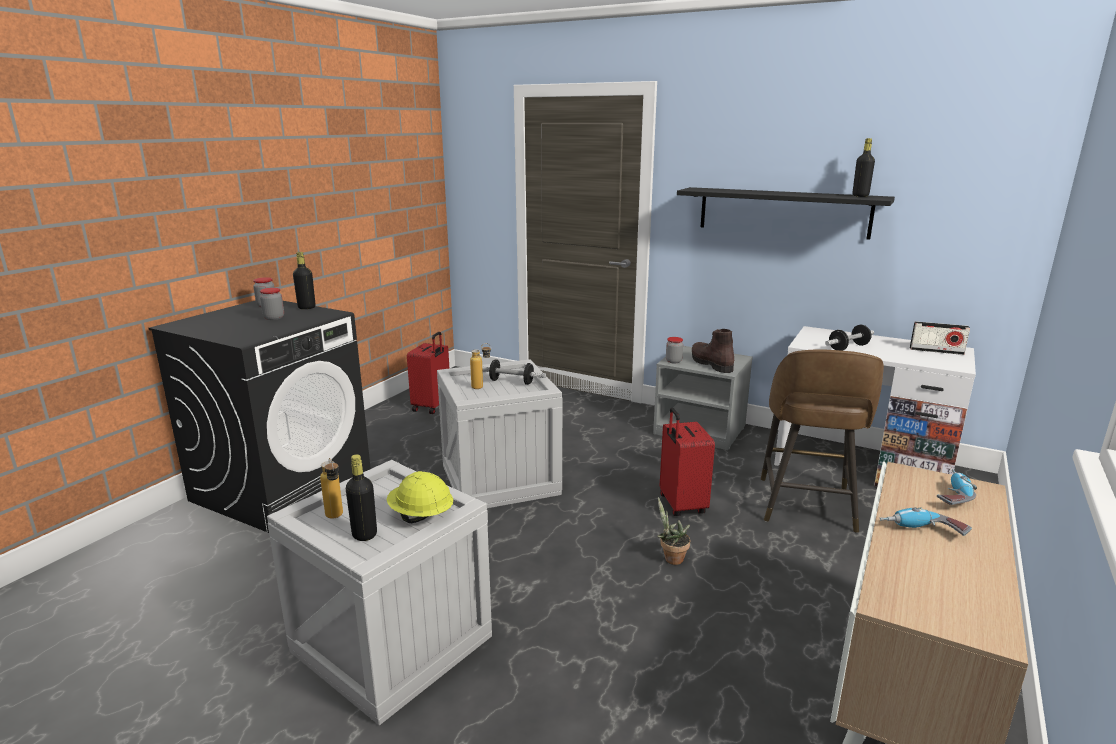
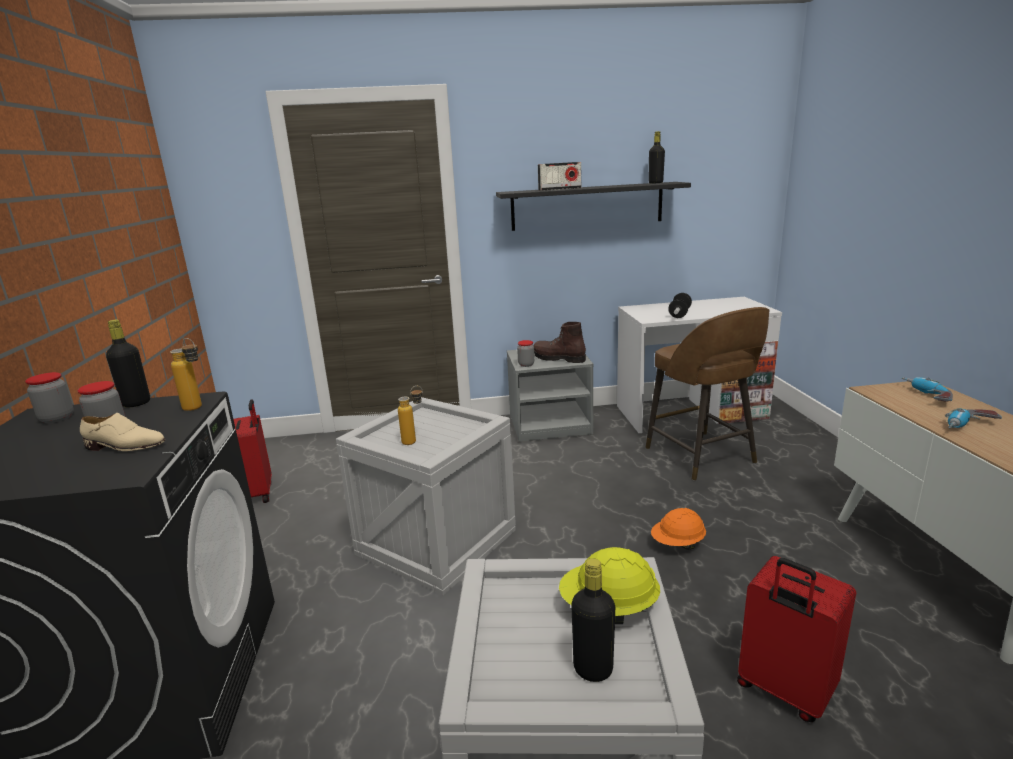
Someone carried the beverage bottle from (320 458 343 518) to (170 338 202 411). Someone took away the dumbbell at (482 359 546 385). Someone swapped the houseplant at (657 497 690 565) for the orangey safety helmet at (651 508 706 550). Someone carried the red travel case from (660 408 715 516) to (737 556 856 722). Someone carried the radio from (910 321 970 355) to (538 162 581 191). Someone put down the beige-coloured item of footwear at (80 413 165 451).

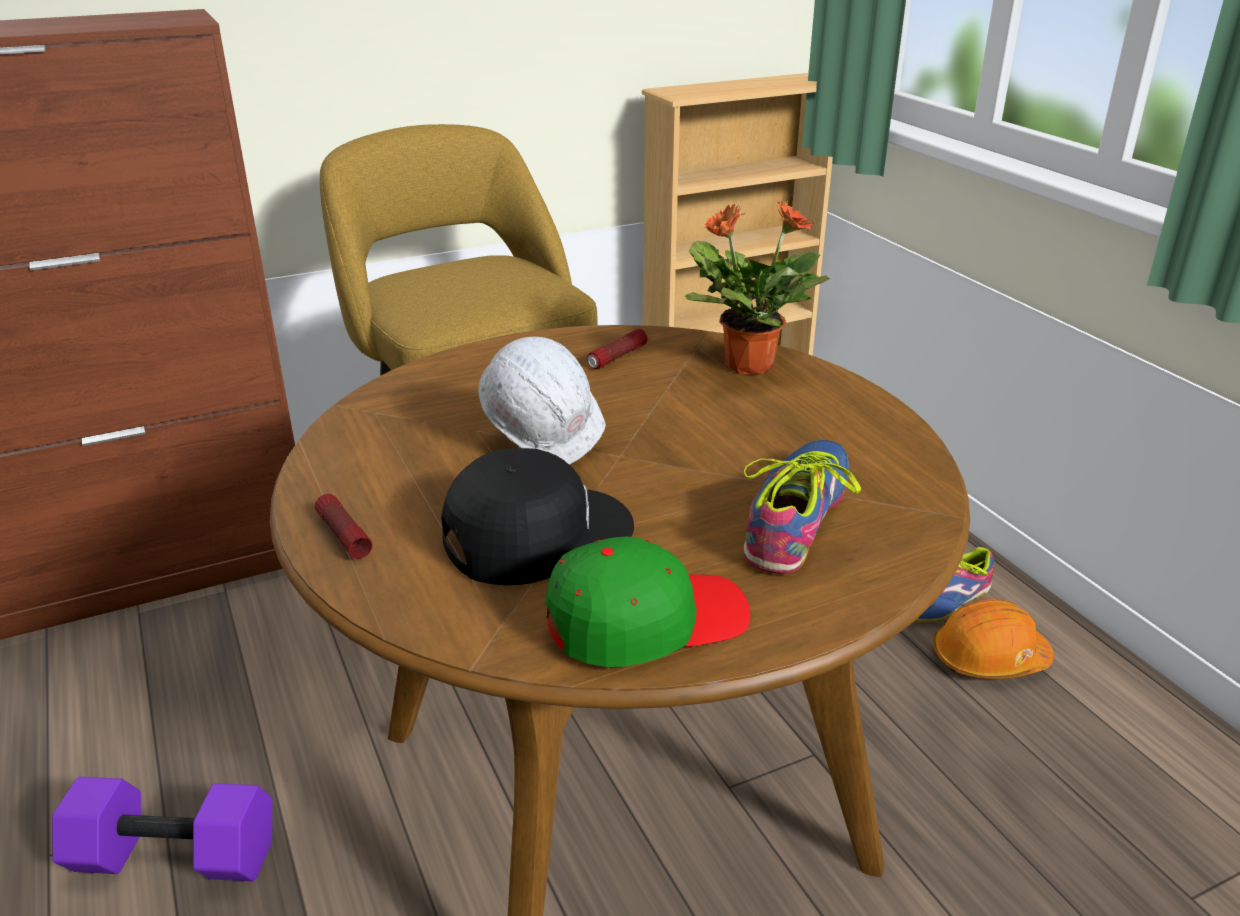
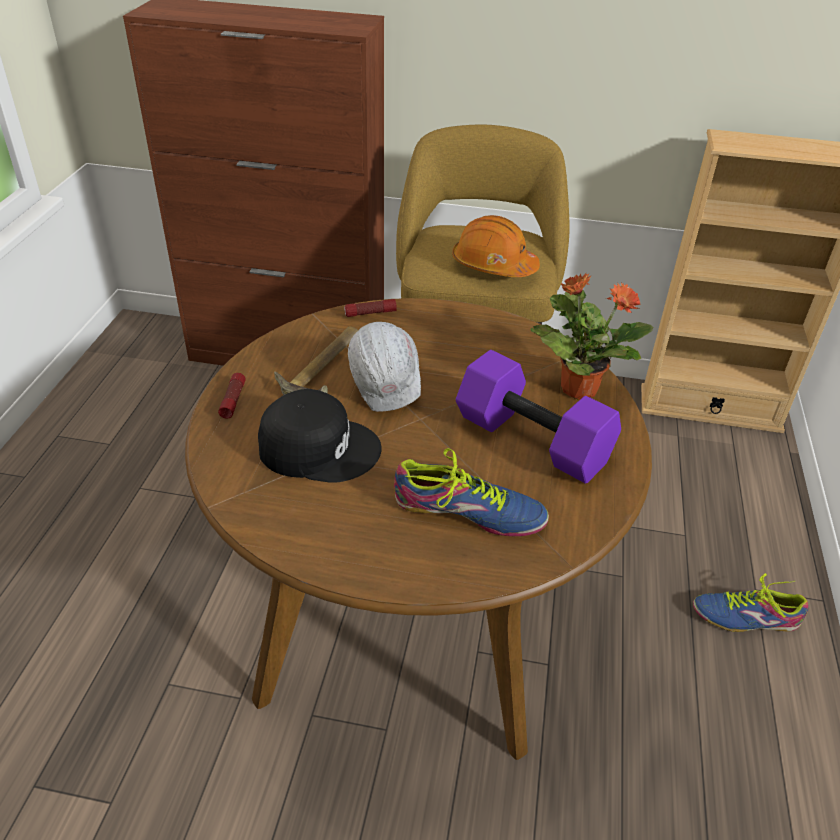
Someone carried the purple dumbbell from (52 777 272 882) to (456 350 621 484). Someone took away the green peaked cap at (546 536 750 667). Someone carried the torch from (587 329 648 369) to (344 299 397 317). Someone rotated the item of footwear at (744 440 861 574) by 45 degrees clockwise. Someone carried the orangey safety helmet from (933 598 1054 679) to (452 215 540 277). Someone put down the hand hammer at (274 327 358 395).

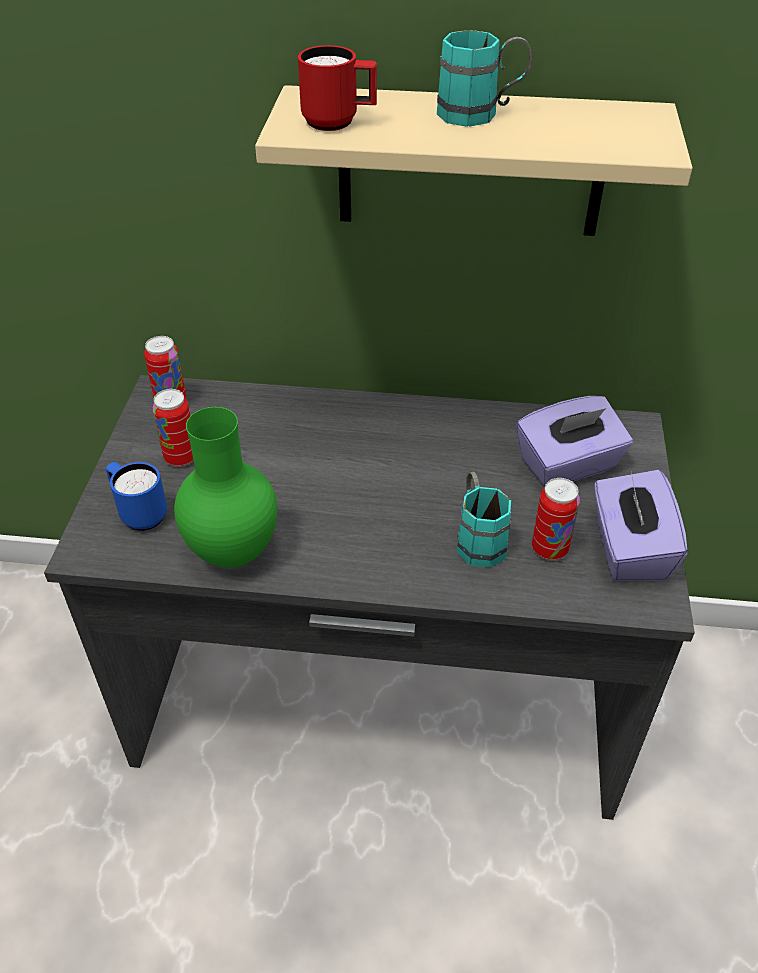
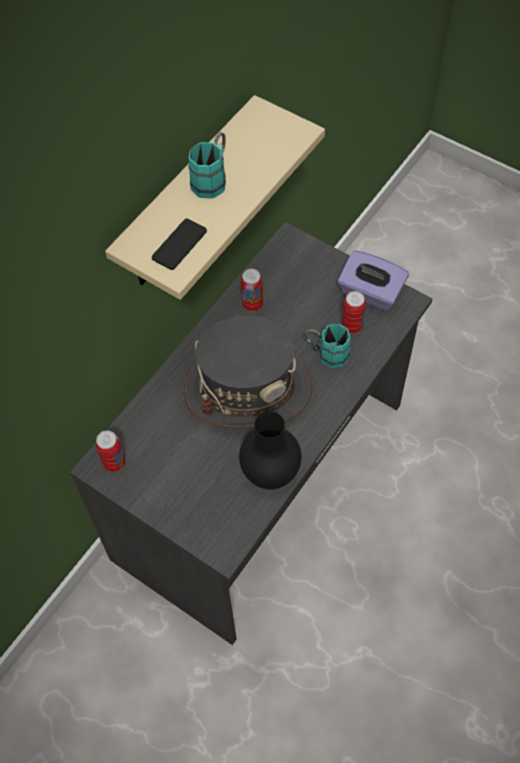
Someone took away the bluish mug at (106 462 167 531). Someone carried the can from (153 389 194 467) to (241 269 263 311). Someone repainted the green decorative vase at (174 407 278 568), which became the black decorative vase at (239 411 302 490). Someone swapped the red mug at (298 45 377 131) for the telephone at (152 218 207 270). Someone took away the purple tissue box at (517 396 633 487). Someone put down the grey wearable hat at (184 315 312 429).

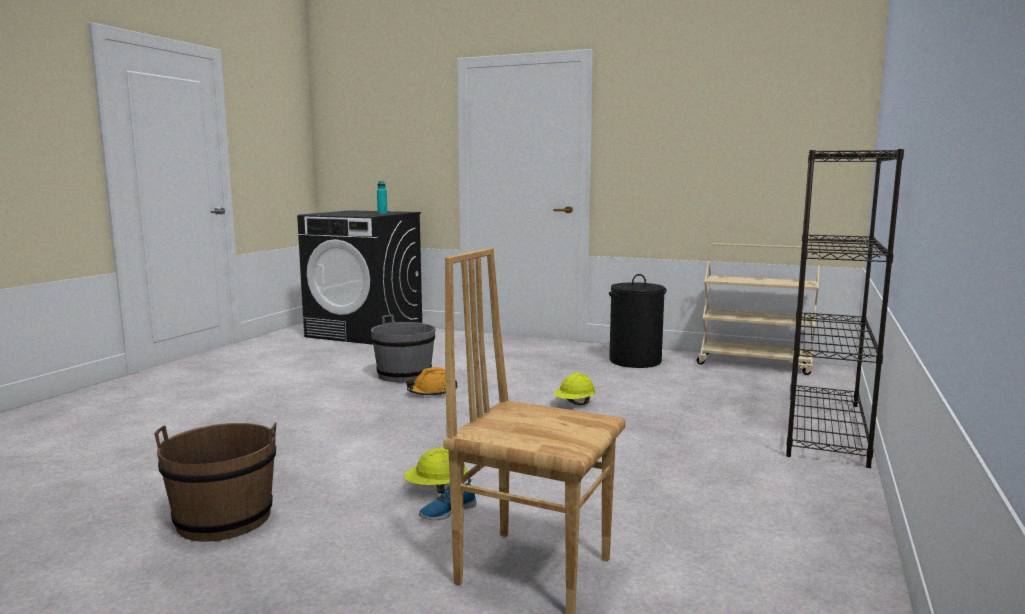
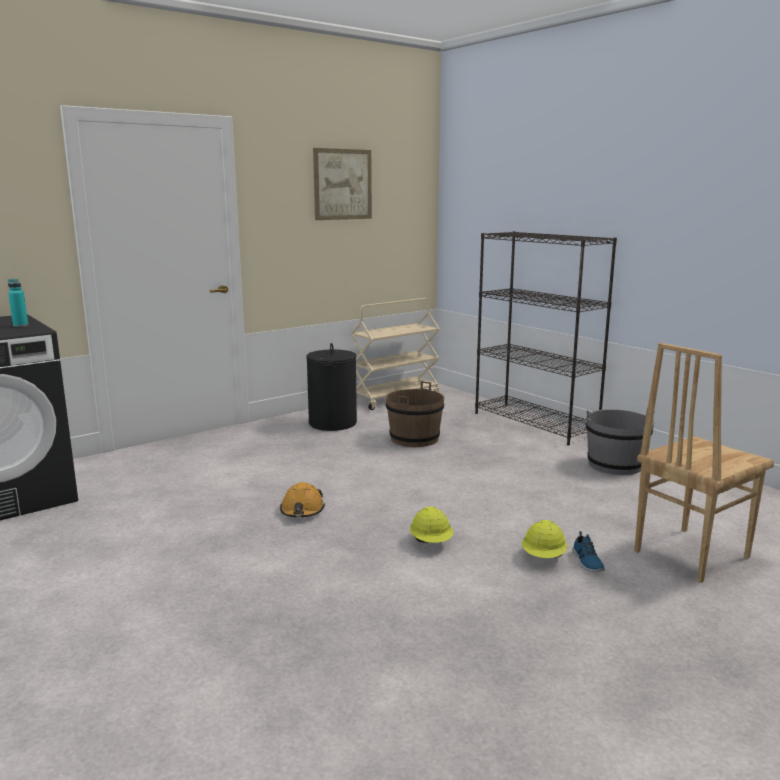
Someone carried the brown water bucket from (154 422 277 542) to (386 381 444 447). Someone carried the grey water bucket from (371 314 435 382) to (586 407 655 475). Someone carried the yellow safety helmet from (553 373 596 405) to (410 507 453 543). Someone put up the wall picture at (313 148 372 220).

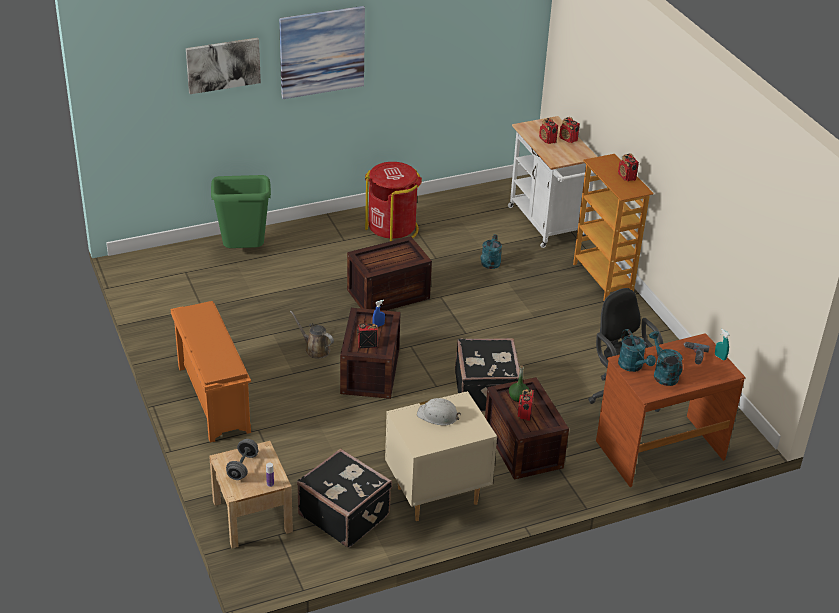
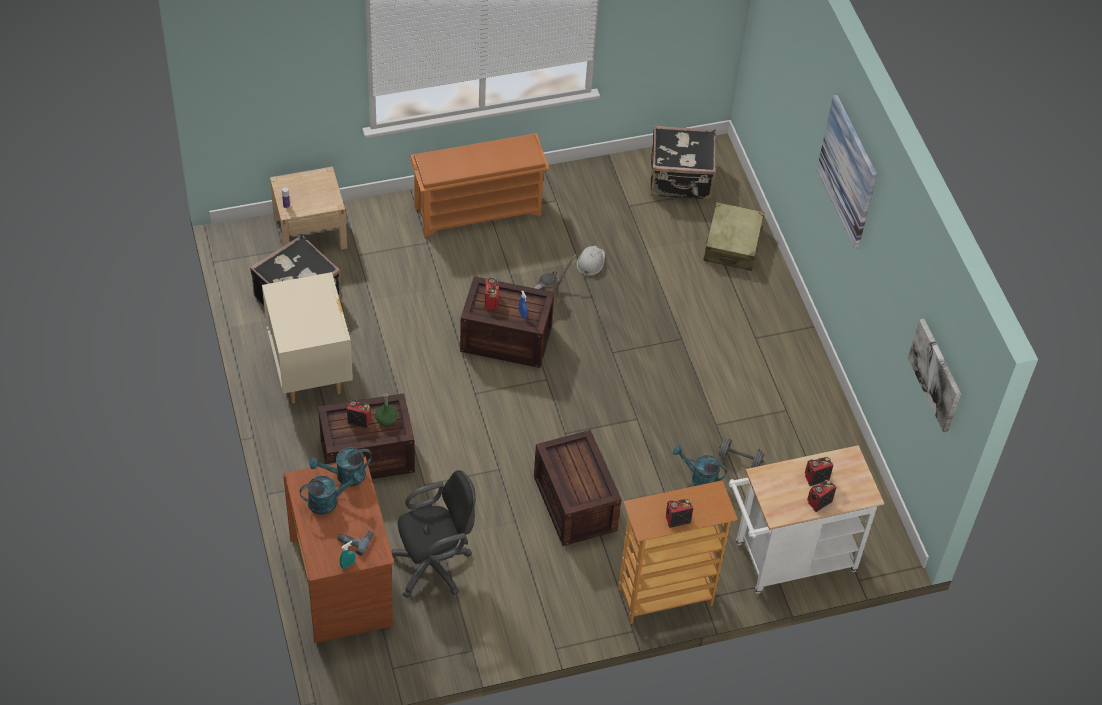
Someone carried the wall picture from (186 38 261 94) to (908 319 961 432). Someone swapped the green waste bin at (211 175 271 248) for the beige-coloured travel case at (703 202 764 271). Someone carried the grey dumbbell from (226 439 258 480) to (719 439 764 468). Someone carried the shipping crate from (347 236 432 311) to (534 430 621 546). Someone took away the red waste bin at (365 162 422 241). Someone carried the white safety helmet from (417 398 461 425) to (577 245 605 275). Someone carried the black travel case from (455 338 520 412) to (650 126 716 200).

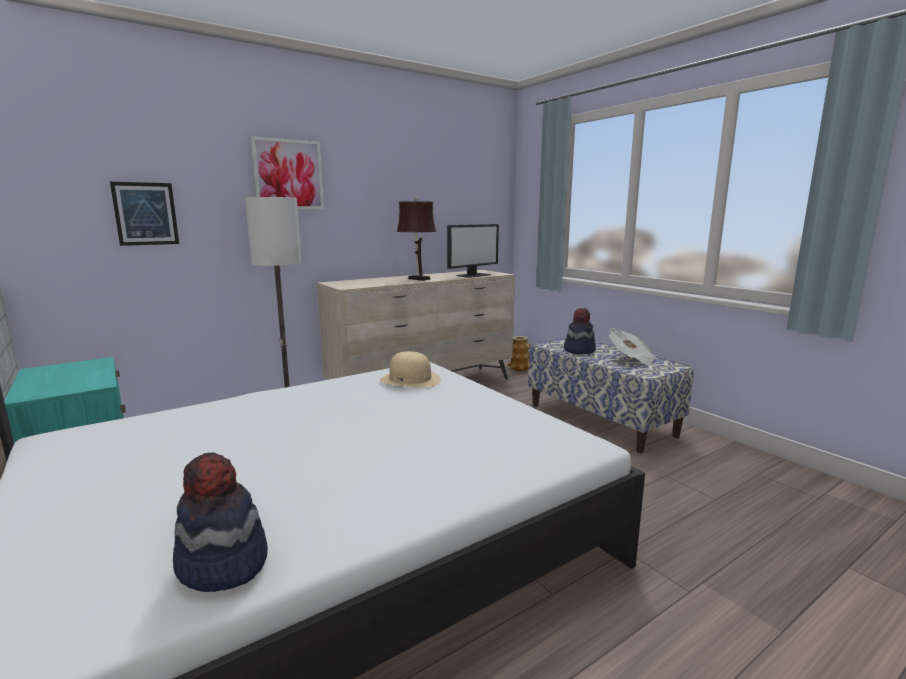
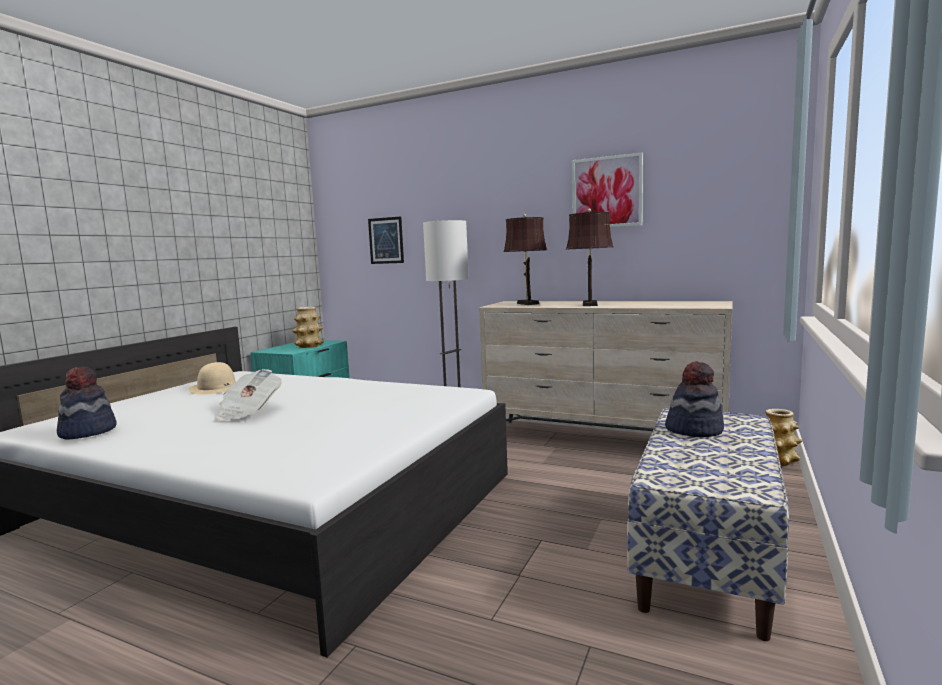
Someone carried the wall picture from (251 136 324 209) to (572 152 643 227). Someone carried the beige-coloured wearable hat from (380 351 441 388) to (188 362 237 395). Someone took away the computer screen at (447 224 499 278). Someone carried the printed paper from (609 328 656 366) to (216 369 282 420). Someone put down the decorative vase at (292 307 324 348). Someone put down the brown tabletop lamp at (504 214 547 305).

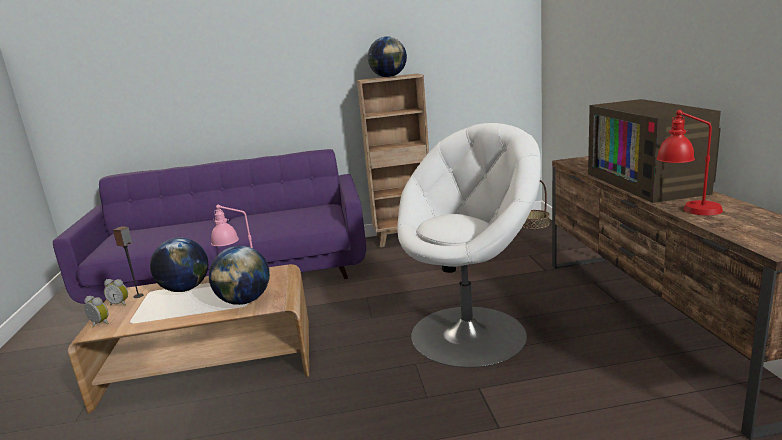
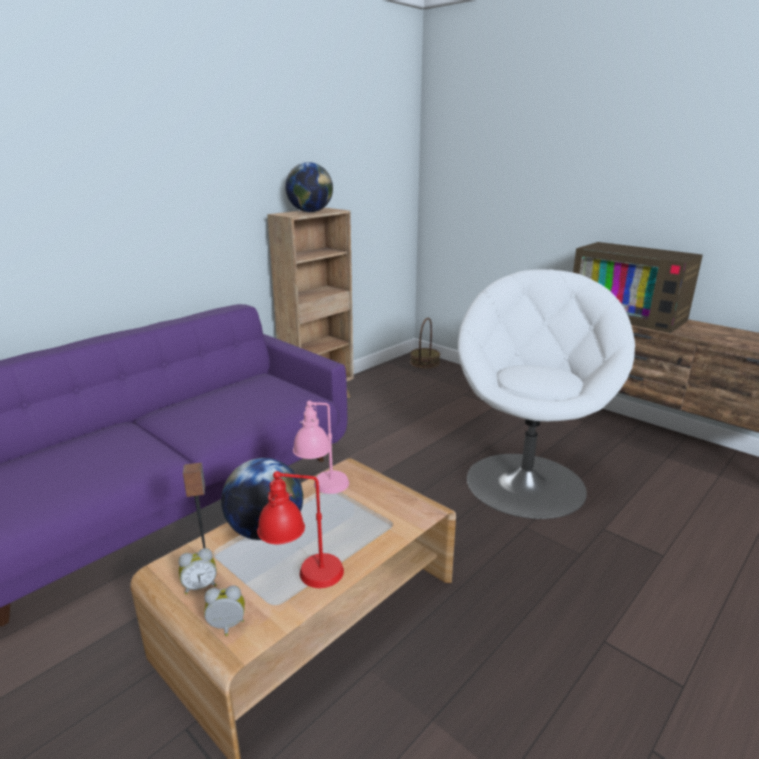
Someone took away the desk globe at (209 246 270 305). Someone carried the red tabletop lamp from (656 110 723 215) to (257 471 344 588).

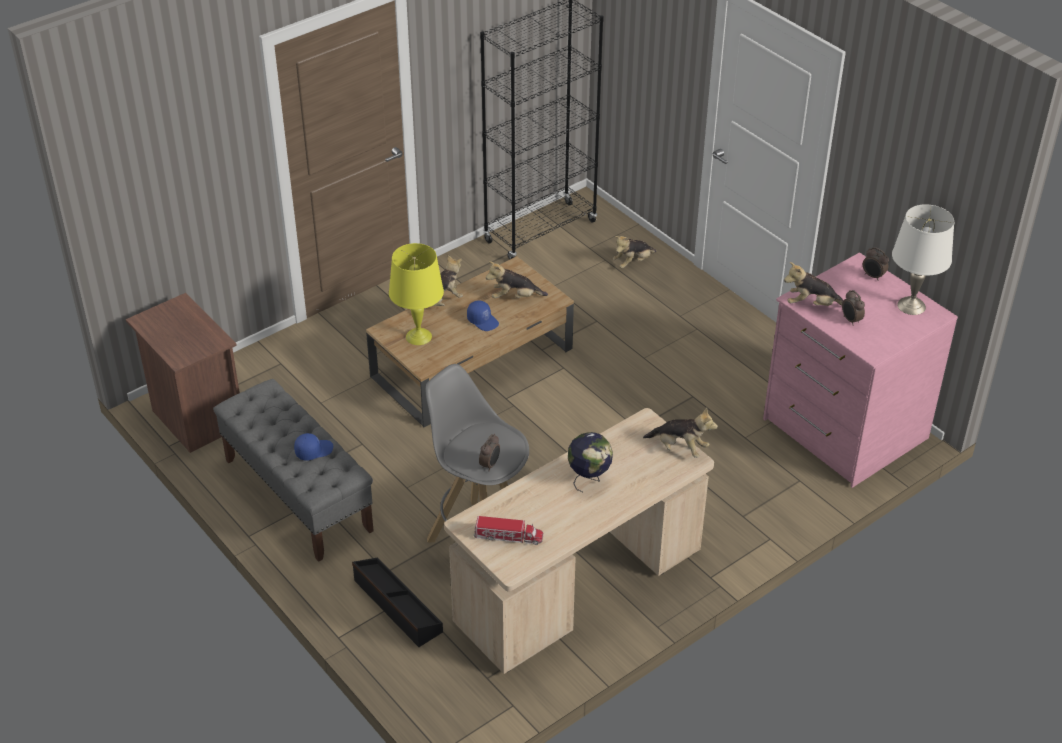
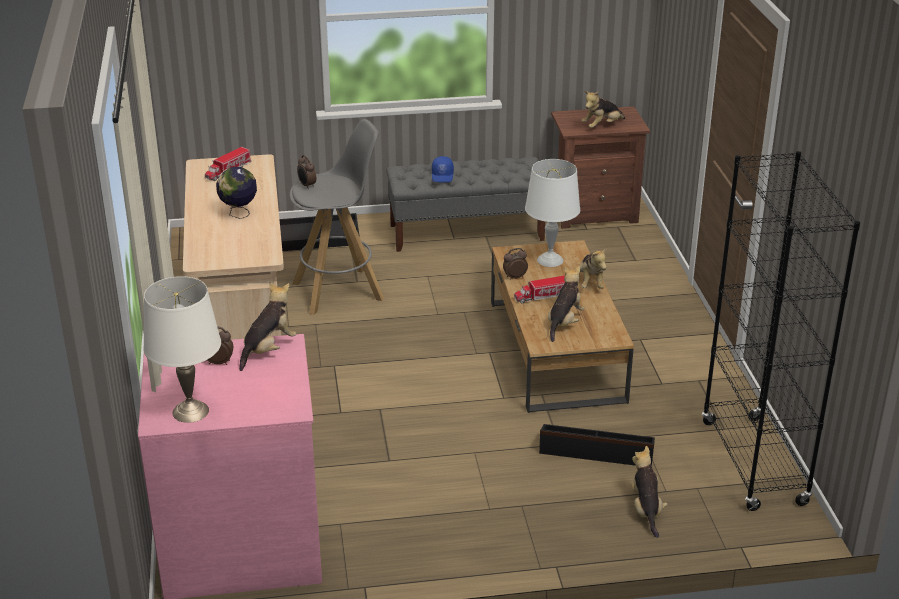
Someone repainted the yellow tabletop lamp at (389 243 444 345), which became the white tabletop lamp at (525 159 580 267). Someone swapped the bluish peaked cap at (467 301 499 331) for the toy lorry at (514 276 565 303). Someone carried the cuddly toy from (643 407 718 458) to (581 91 625 128). Someone carried the alarm clock from (863 247 889 281) to (503 248 528 280). Someone put down the black storage box at (539 424 655 466).

